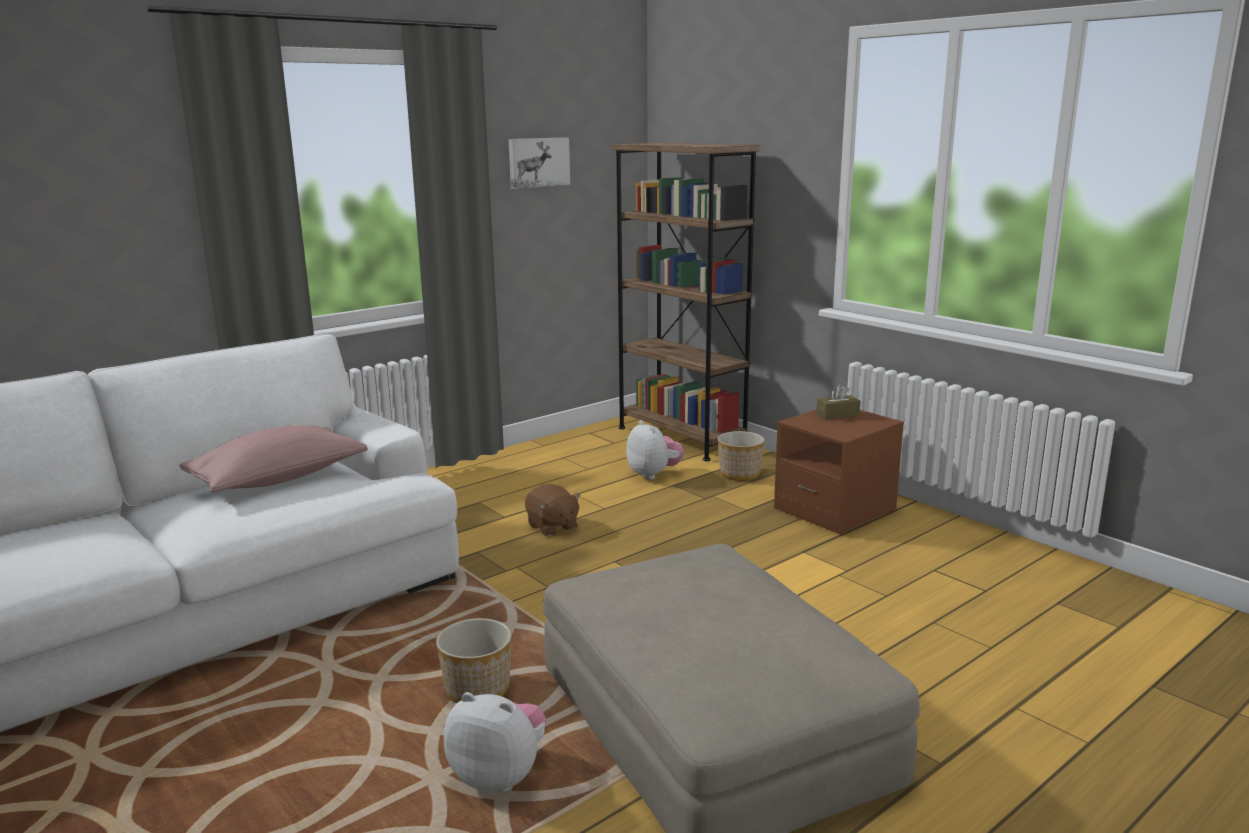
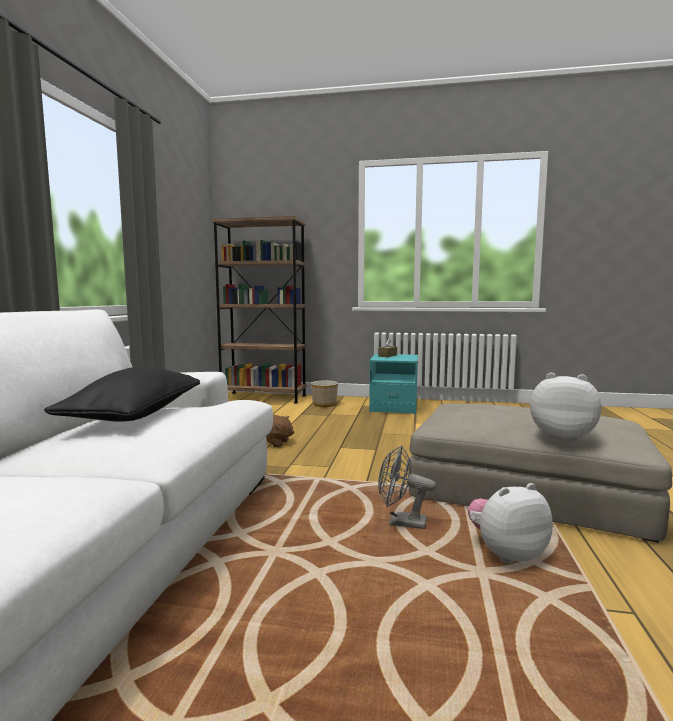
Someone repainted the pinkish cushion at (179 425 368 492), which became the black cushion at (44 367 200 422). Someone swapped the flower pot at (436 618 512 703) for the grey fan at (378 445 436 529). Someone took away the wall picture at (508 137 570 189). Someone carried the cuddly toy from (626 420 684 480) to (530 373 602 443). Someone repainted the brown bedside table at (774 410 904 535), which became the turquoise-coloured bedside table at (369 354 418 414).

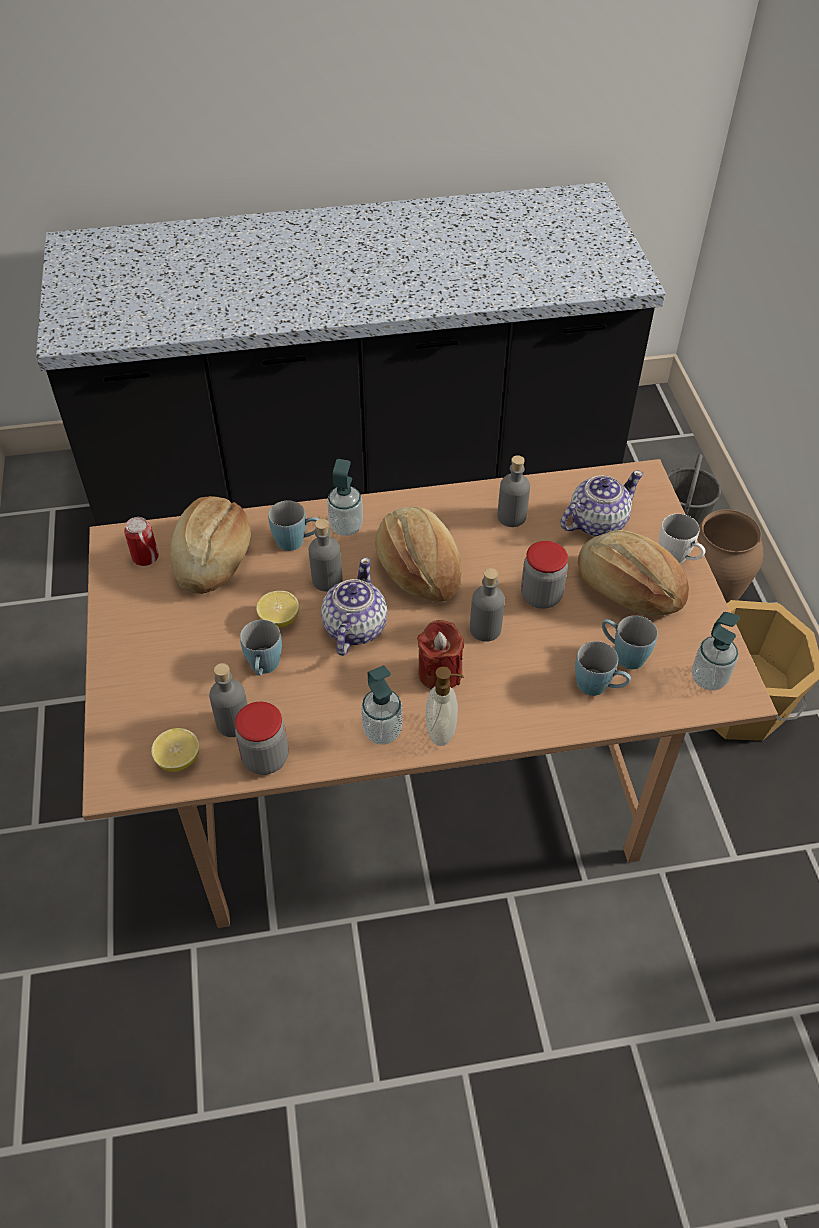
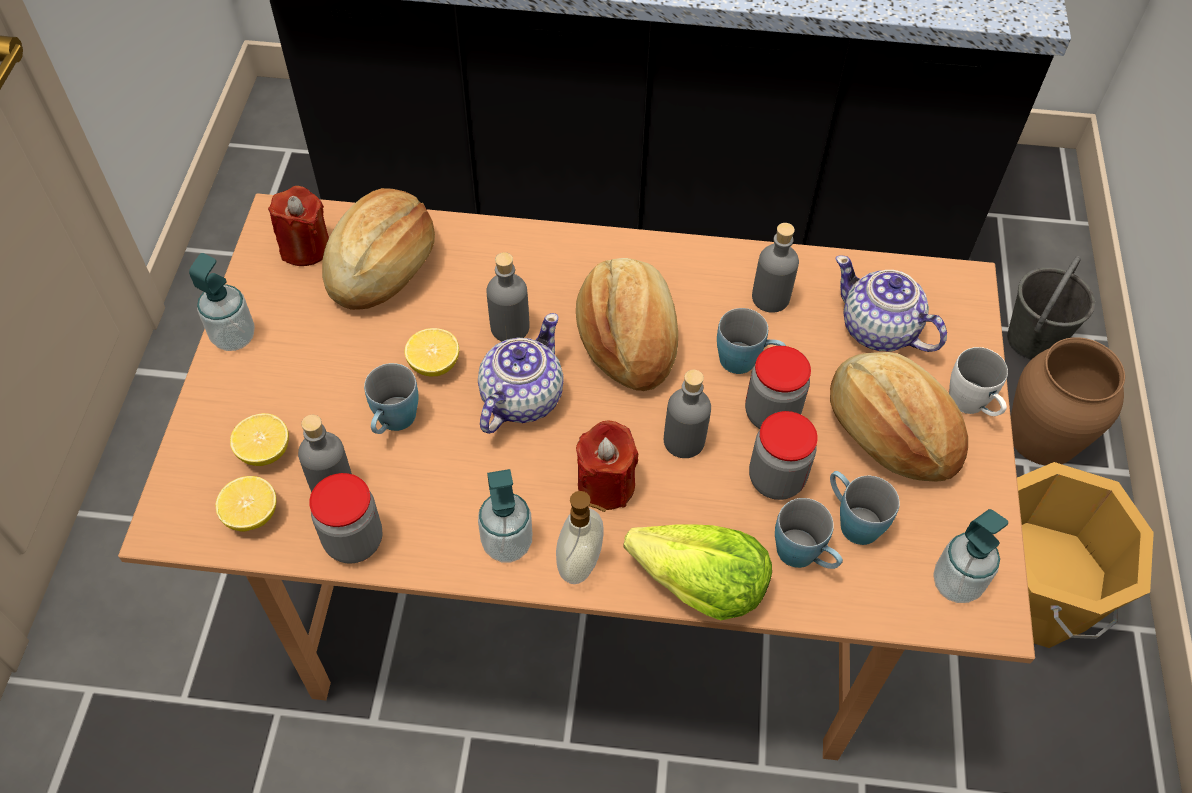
Someone swapped the can at (124 517 159 566) for the red candle at (268 186 329 266). Someone carried the bluish mug from (268 500 319 551) to (717 308 786 374). Someone carried the soap bottle from (327 459 363 536) to (189 253 255 351). Someone rotated the teapot at (560 470 644 536) by 120 degrees counterclockwise. Someone put down the lemon at (230 413 289 466). Someone put down the lettuce head at (624 524 772 620). Someone put down the preserve jar at (749 411 818 500).

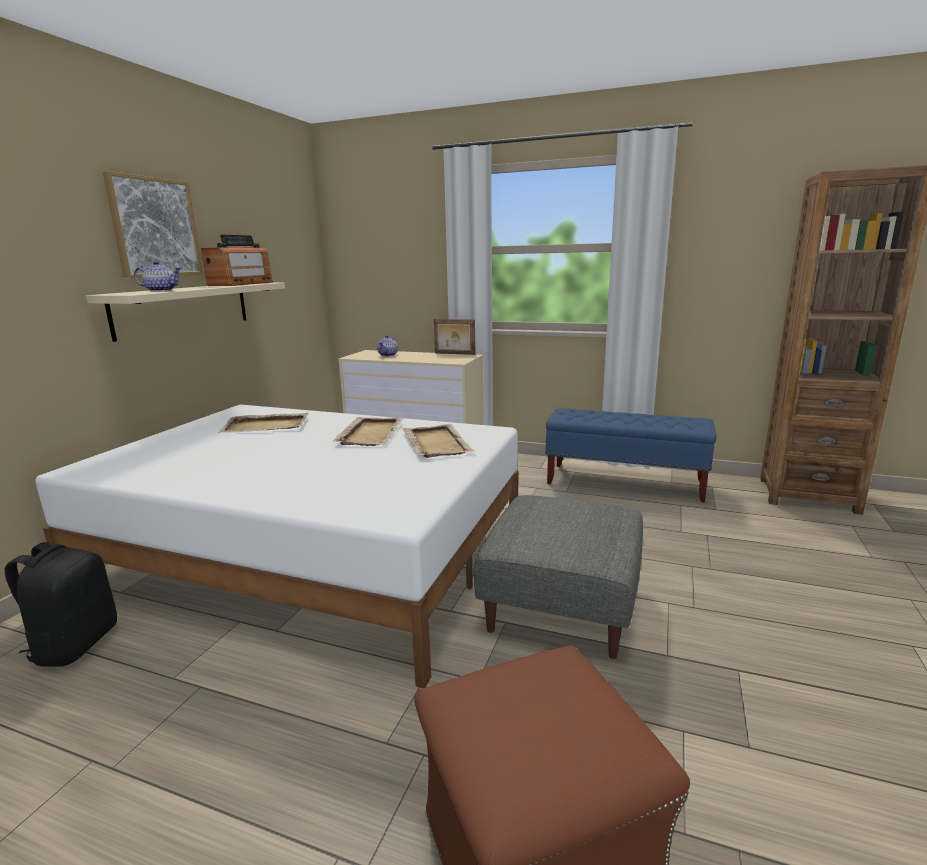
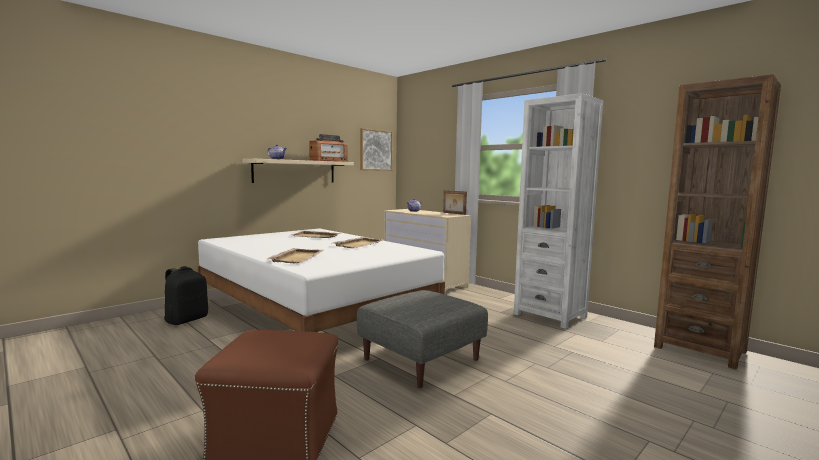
Someone carried the wall picture from (103 171 203 278) to (360 128 393 171). Someone carried the beige-coloured tray from (402 424 475 458) to (267 248 324 263). Someone swapped the bluish indoor bench at (545 408 716 503) for the white bookcase at (514 93 603 329).

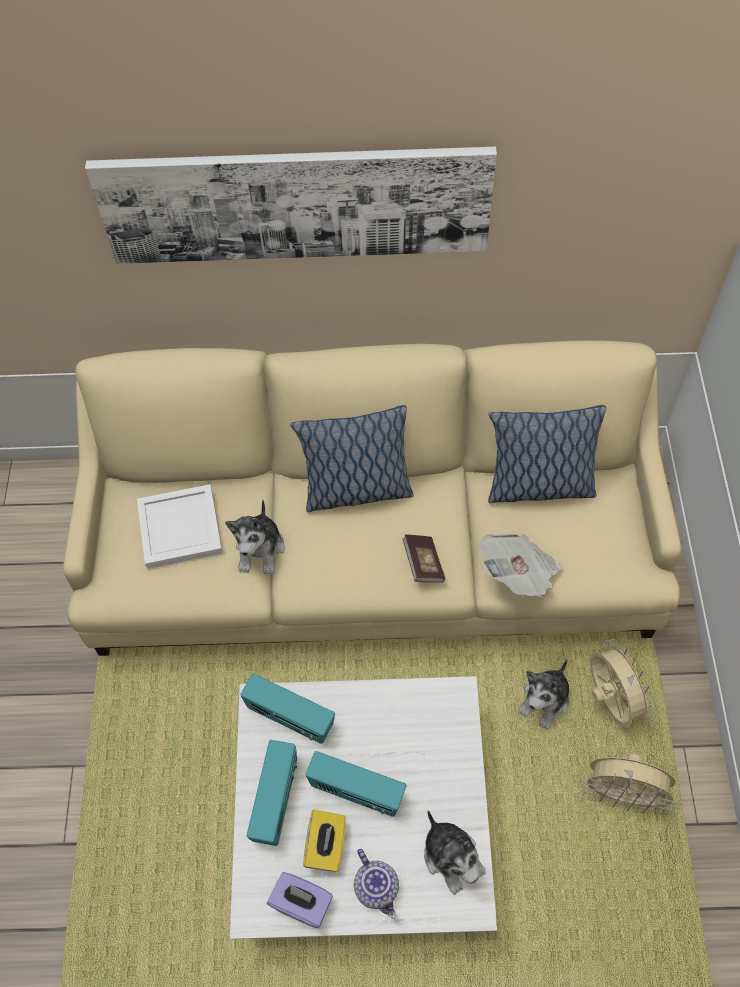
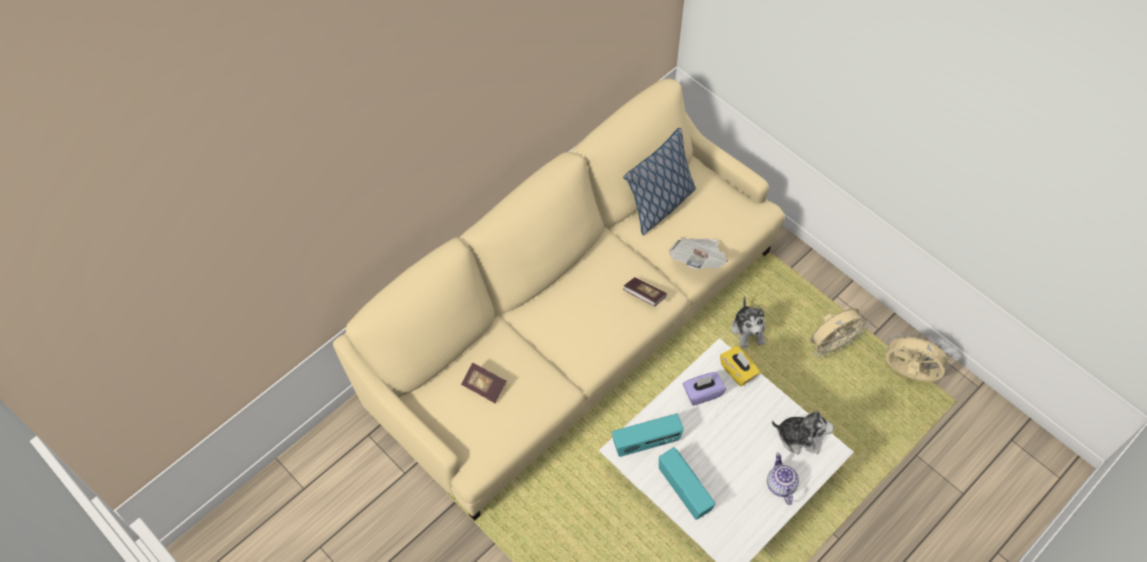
Someone took away the wall picture at (85 147 497 264). Someone swapped the white tray at (137 484 223 569) for the book at (461 363 507 403). Someone took away the cuddly toy at (225 500 285 575). Someone carried the purple tissue box from (267 872 333 928) to (683 372 726 406). Someone took away the cushion at (290 405 414 512). Someone carried the yellow tissue box from (303 809 346 872) to (720 346 760 387). Someone took away the radio at (305 751 406 817). Someone rotated the teapot at (354 849 399 919) by 120 degrees counterclockwise. Someone carried the beige-coloured fan from (590 639 655 728) to (885 332 953 382).

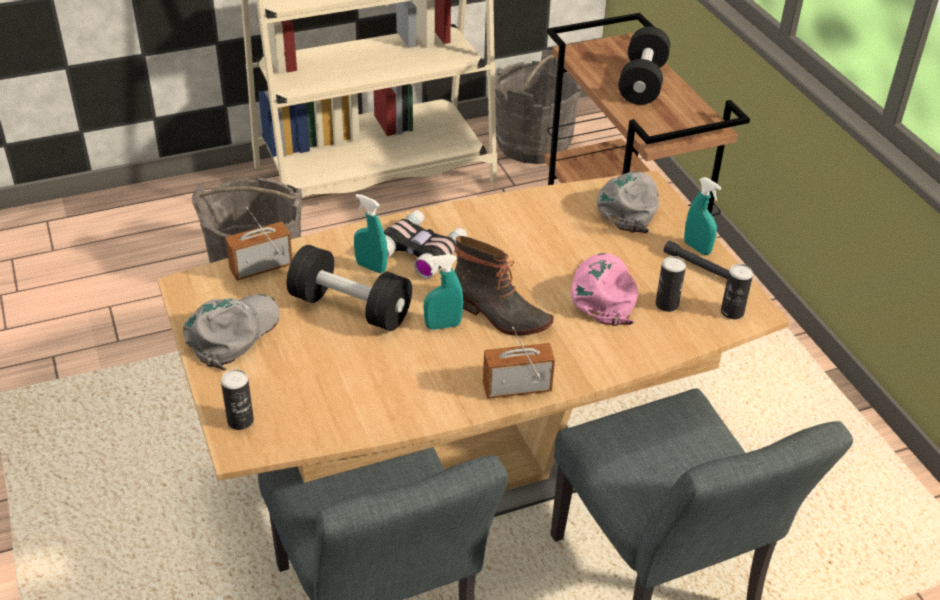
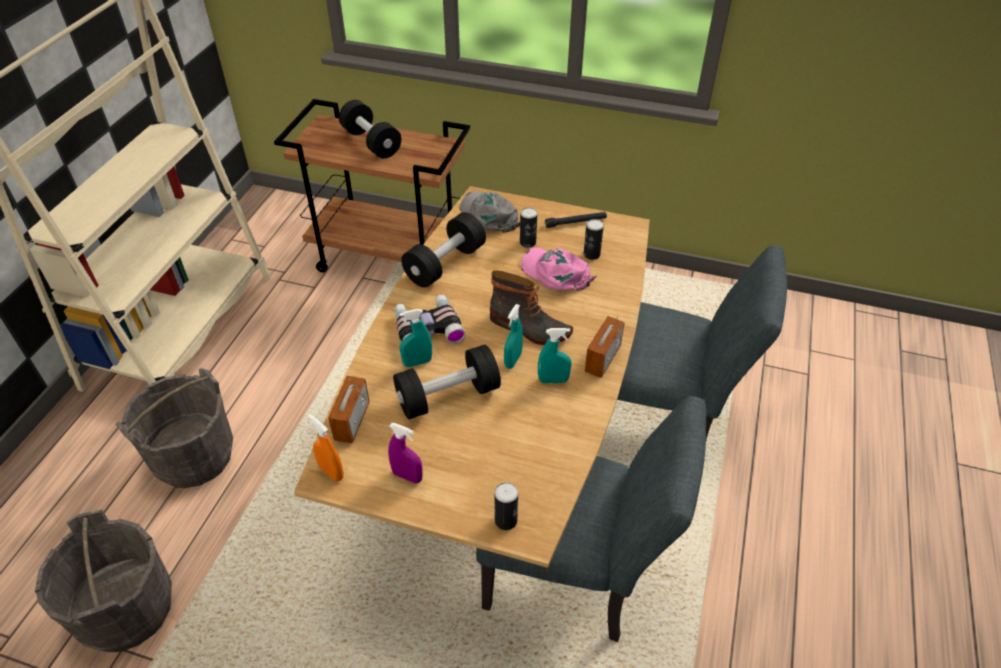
Someone swapped the grey peaked cap at (183 294 279 371) for the purple sprayer at (388 423 423 484). Someone rotated the tall boot at (455 236 554 336) by 45 degrees clockwise. Someone carried the grey water bucket from (495 50 581 164) to (35 509 172 652). Someone carried the turquoise-coloured sprayer from (684 177 722 255) to (538 328 572 383). Someone carried the can from (721 264 753 319) to (520 207 537 248). Someone put down the orangey sprayer at (308 414 344 481). Someone put down the black dumbbell at (401 212 486 288).

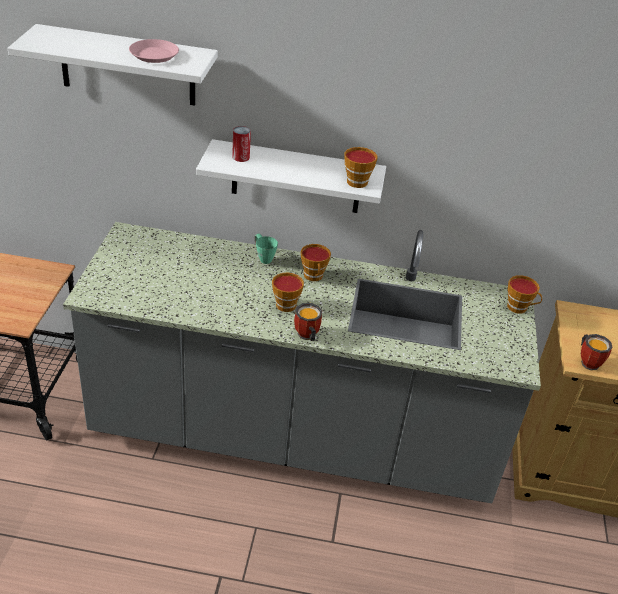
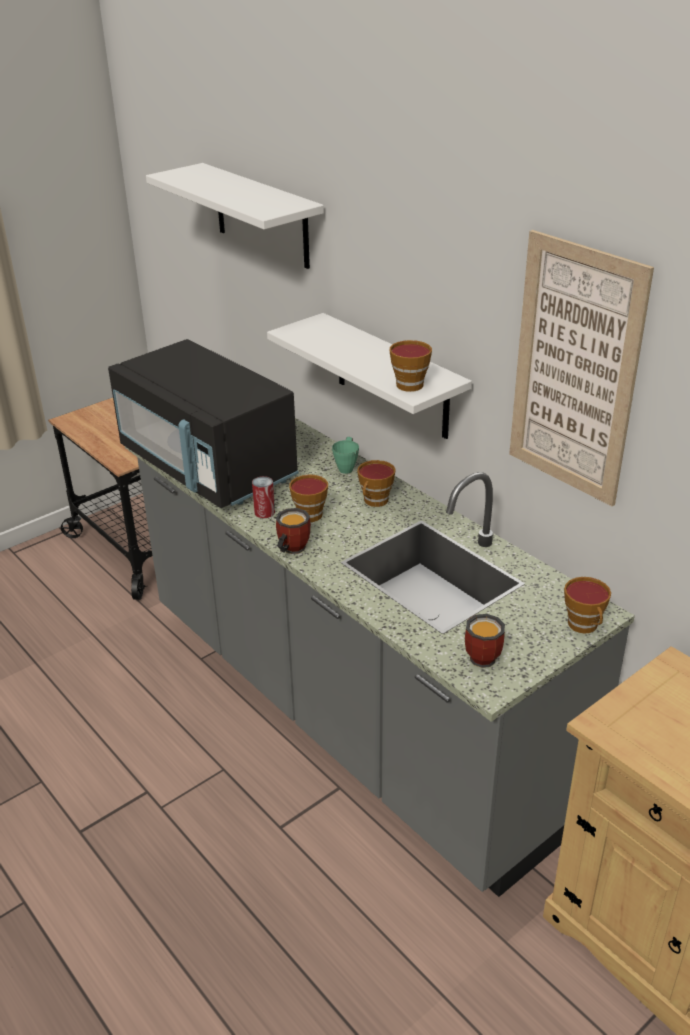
Someone took away the pinkish flat dish at (129 39 179 63). Someone carried the can from (232 126 251 162) to (252 476 275 518). Someone carried the mug from (581 334 613 371) to (465 614 505 668). Someone put down the black microwave at (108 339 299 508). Someone put up the wall picture at (509 230 654 506).

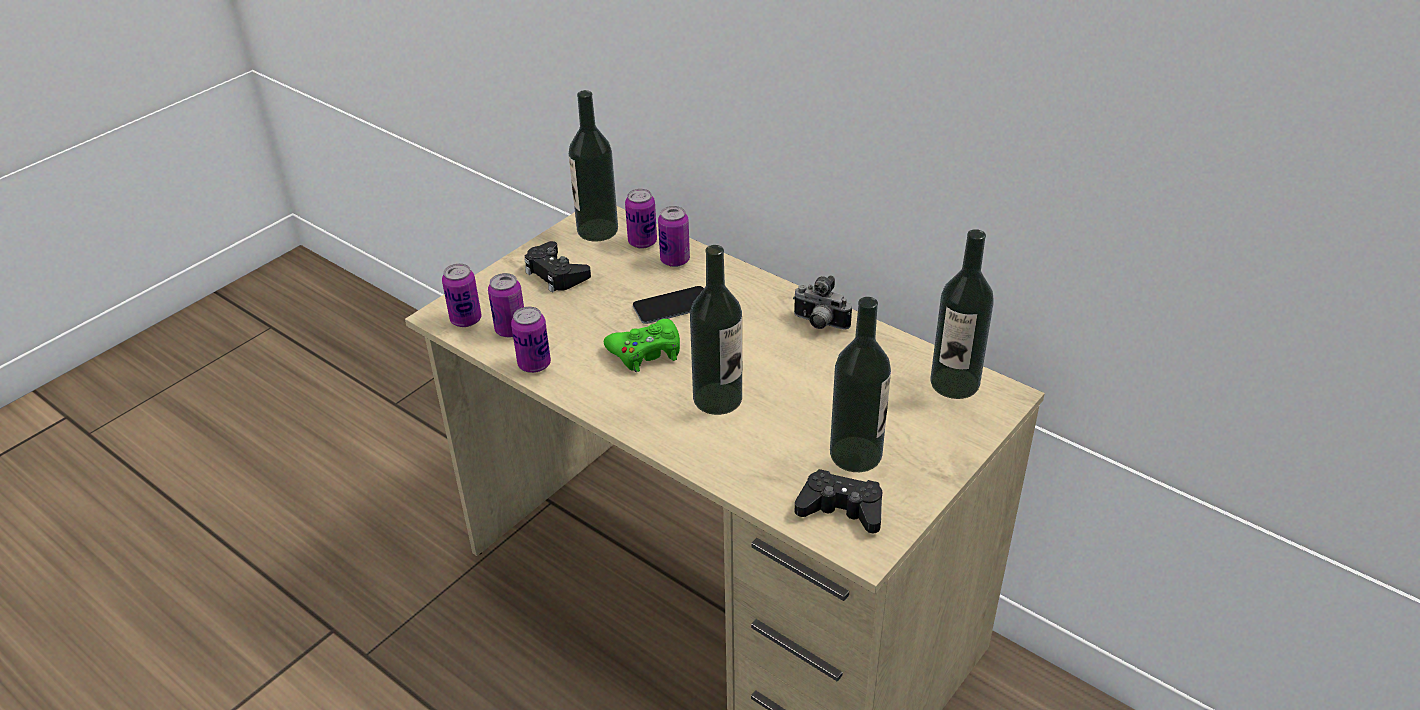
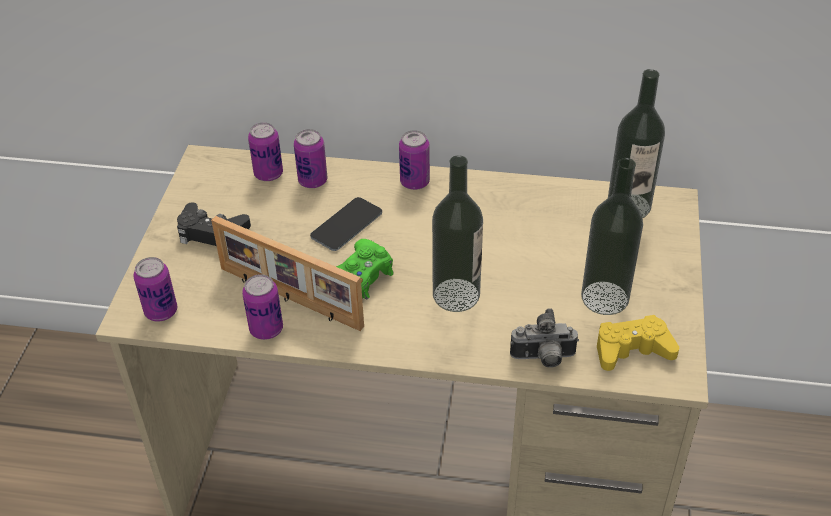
Someone carried the can from (488 273 524 338) to (399 130 430 190). Someone took away the beverage bottle at (568 90 618 241). Someone carried the still camera from (793 275 852 330) to (510 308 579 367). Someone repainted the black game controller at (795 469 882 533), which became the yellow game controller at (597 315 679 371). Someone put down the picture frame at (211 216 364 331).

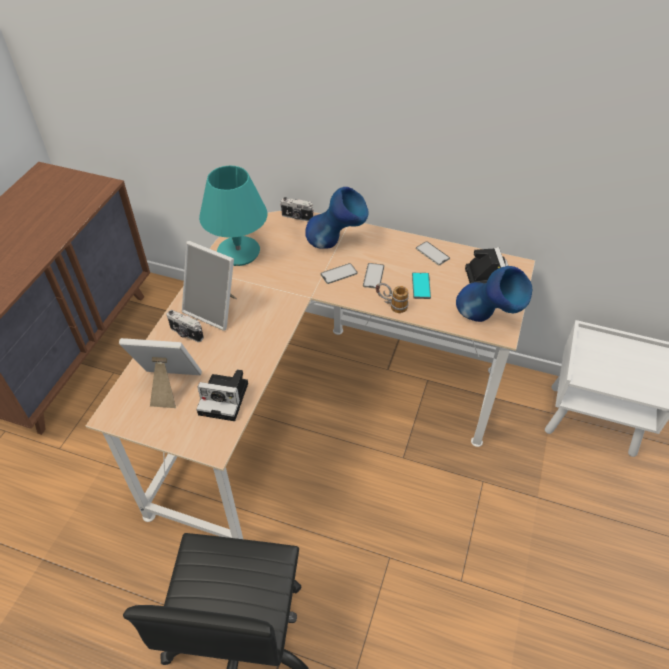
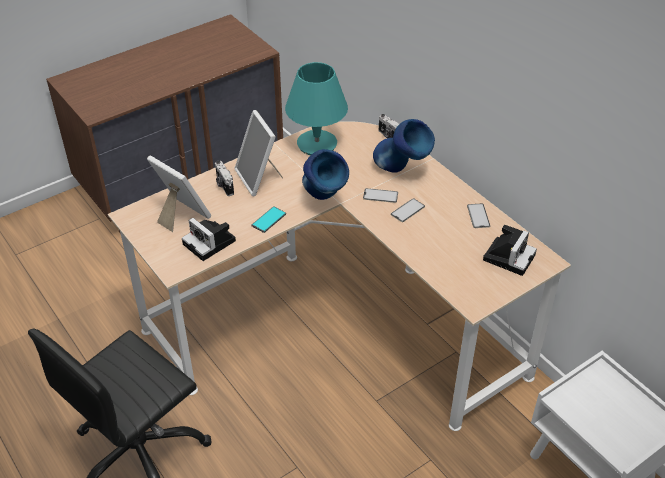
Someone took away the mug at (376 283 409 313). Someone carried the telephone from (412 273 431 299) to (252 206 286 233). Someone carried the bluish decorative vase from (456 266 532 322) to (302 149 349 200).

